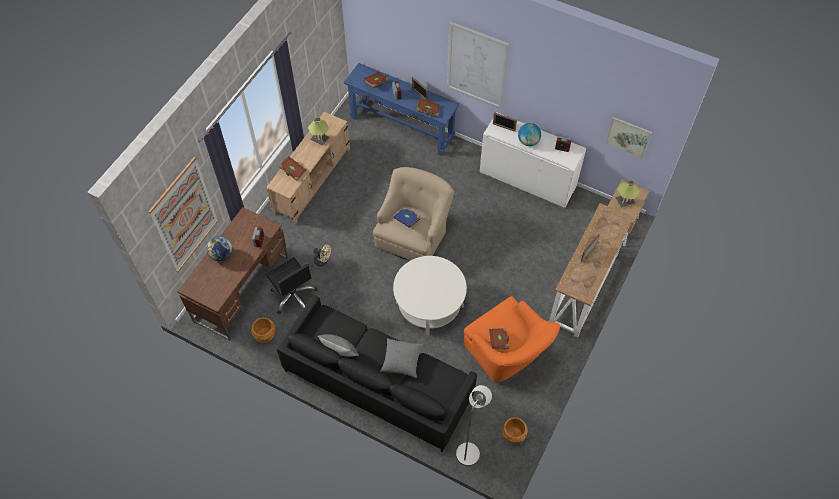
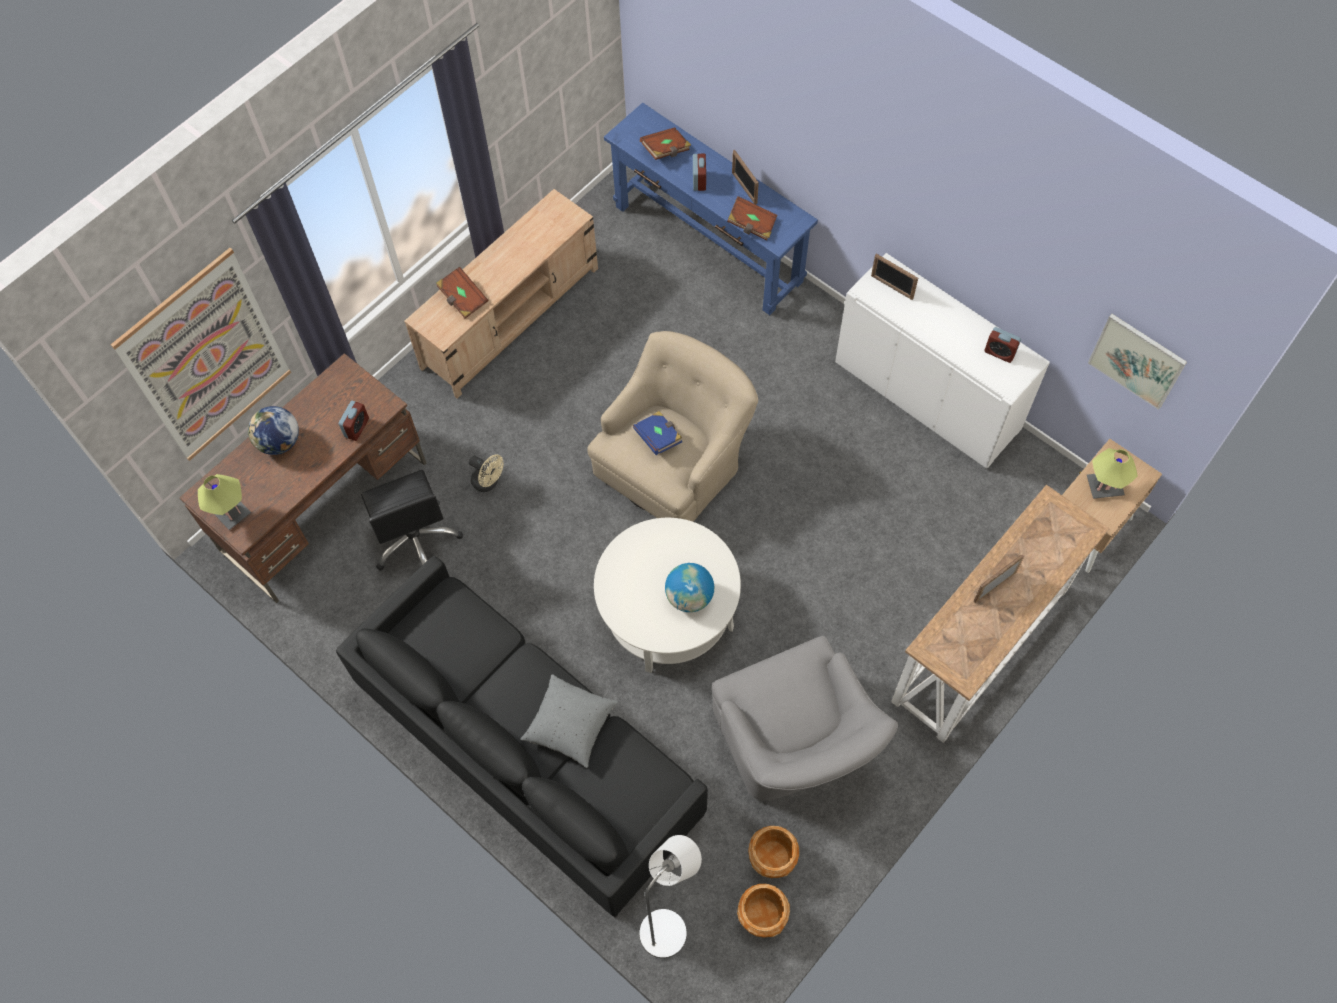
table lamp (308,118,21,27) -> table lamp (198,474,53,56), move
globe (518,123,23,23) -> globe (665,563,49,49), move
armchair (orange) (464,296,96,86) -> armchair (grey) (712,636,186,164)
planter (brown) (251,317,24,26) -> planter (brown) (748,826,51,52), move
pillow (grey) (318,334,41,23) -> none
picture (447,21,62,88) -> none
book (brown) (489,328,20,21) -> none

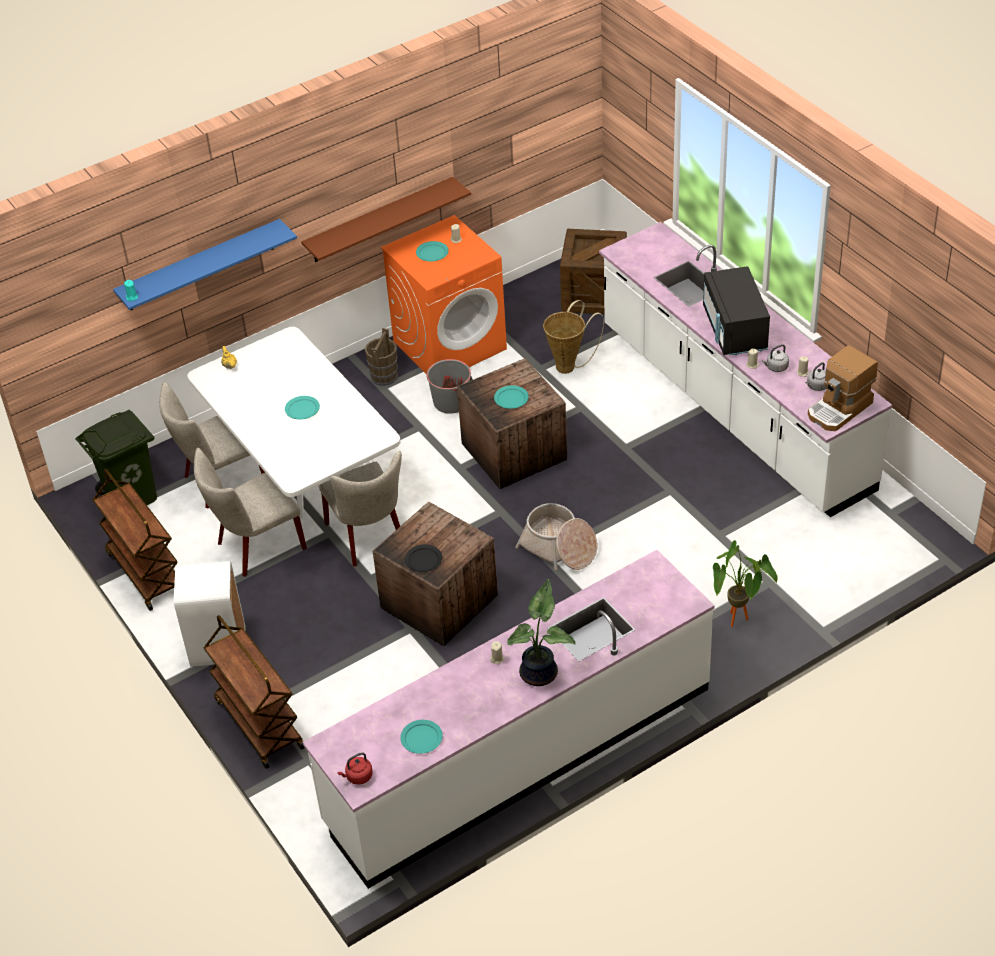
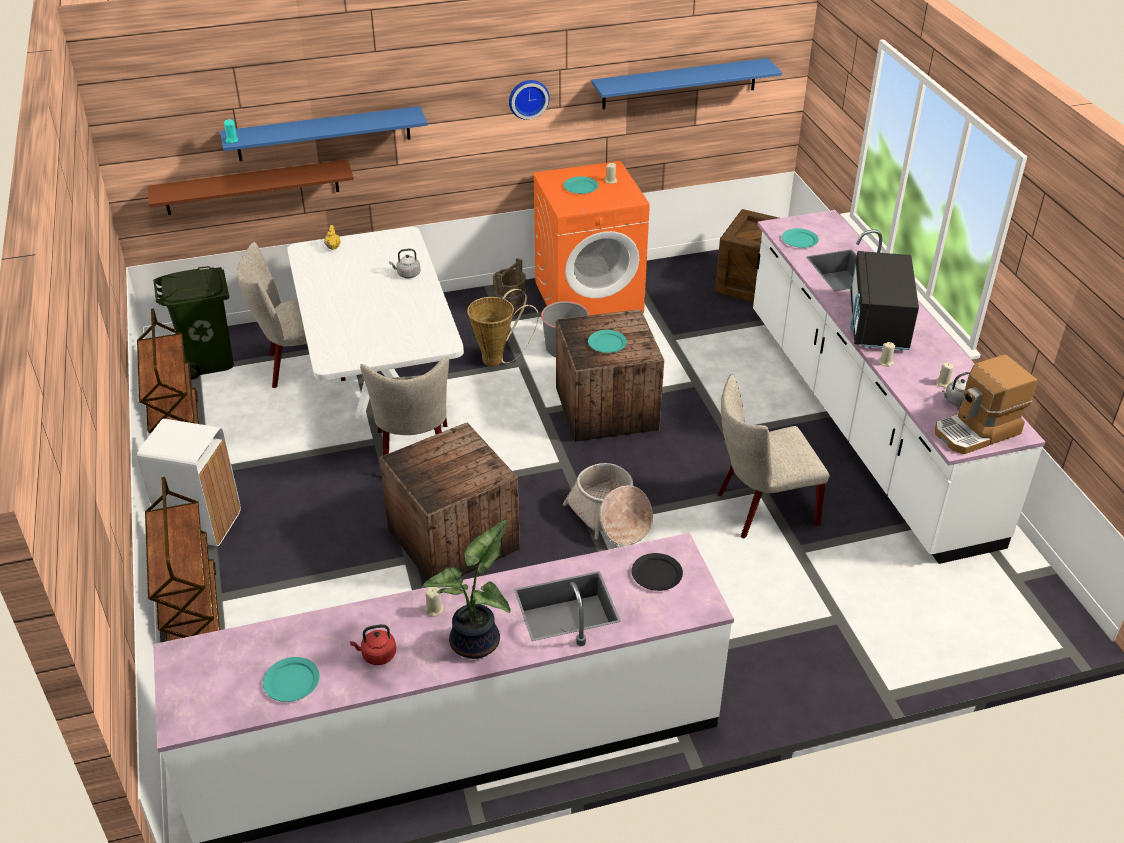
shelf (brown) (301,177,170,85) -> shelf (brown) (148,160,206,55), move
kettle (red) (337,752,36,33) -> kettle (red) (350,624,46,41), move
kettle (grey) (762,344,27,28) -> kettle (grey) (389,249,31,29), move
basket (543,300,61,74) -> basket (467,289,72,77), move
none -> wall clock (509,80,41,40)
none -> shelf (blue) (591,58,191,51)
plate (black) (405,544,37,28) -> plate (black) (632,553,51,38), move
chair (beige) (194,448,113,129) -> chair (beige) (718,374,111,164), move
plate (turquoise) (285,396,35,24) -> plate (turquoise) (782,228,37,20), move
potted plant (713,540,65,87) -> none

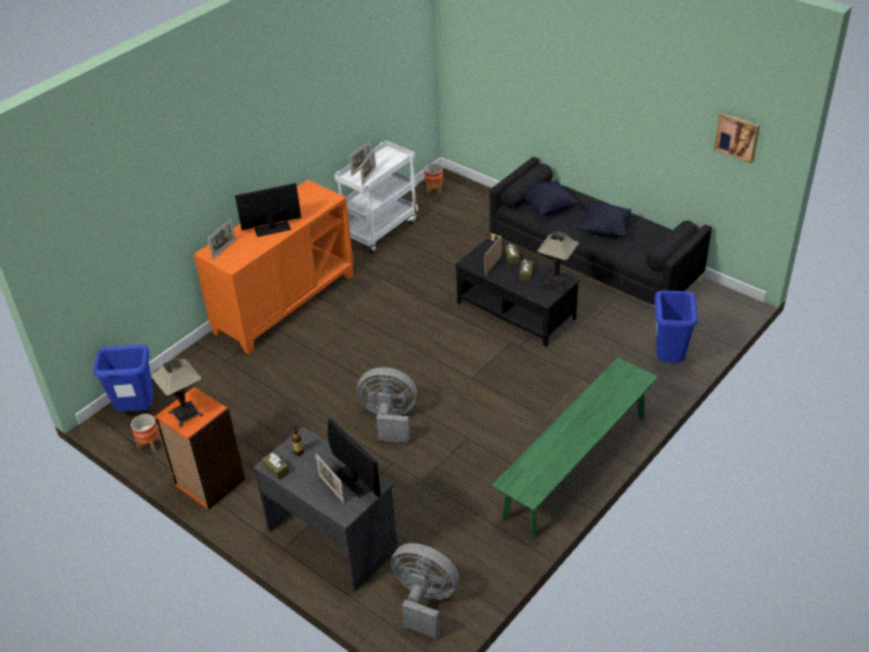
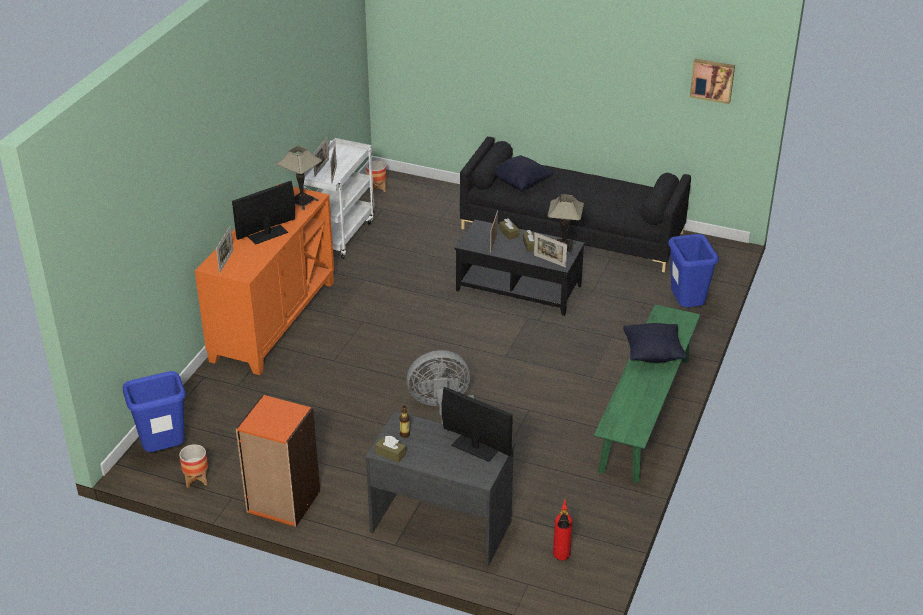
table lamp (151,358,53,69) -> table lamp (276,146,46,64), move
picture frame (315,453,29,50) -> picture frame (534,233,33,35), move
fan (grey) (391,543,68,95) -> fire extinguisher (553,499,19,61)
pillow (black) (578,204,53,33) -> pillow (black) (623,323,64,39), move

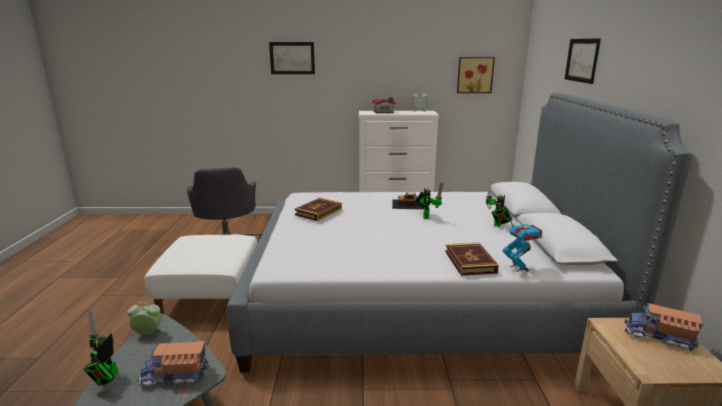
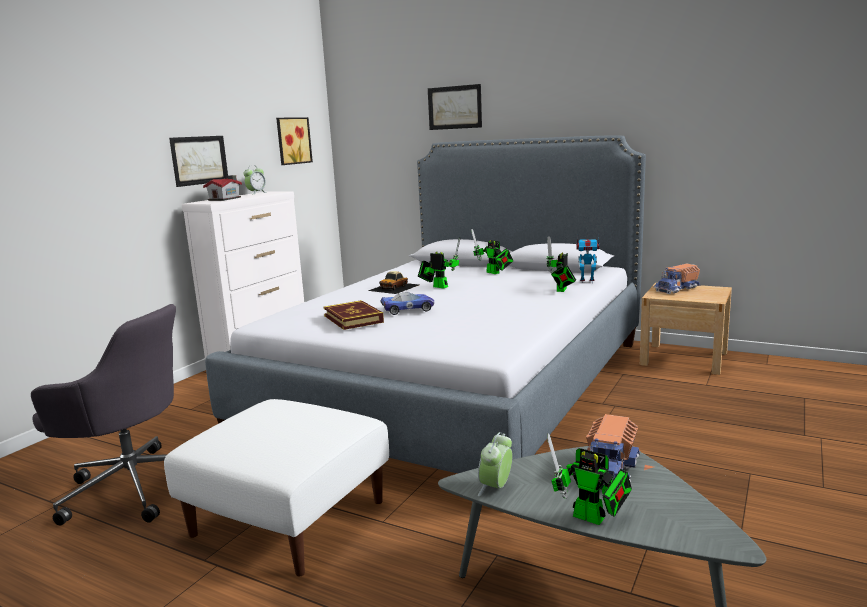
picture (269,42,46,32) -> picture (169,136,59,51), move
none -> toy car (380,292,54,23)
book (445,243,54,33) -> toy robot (546,236,30,56)

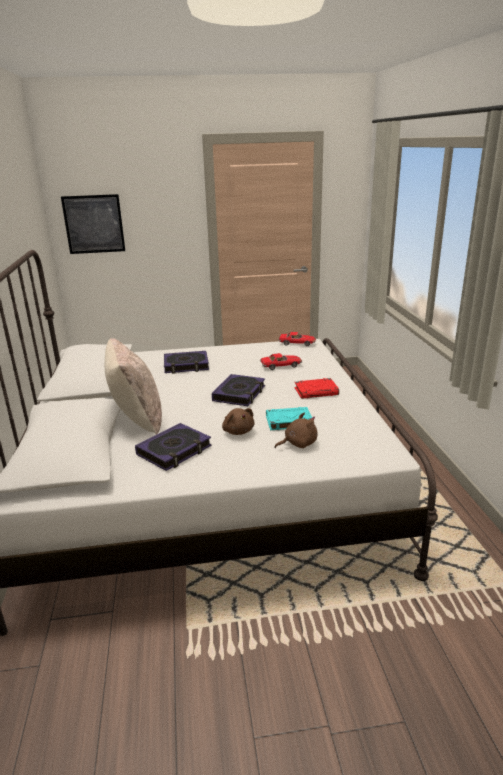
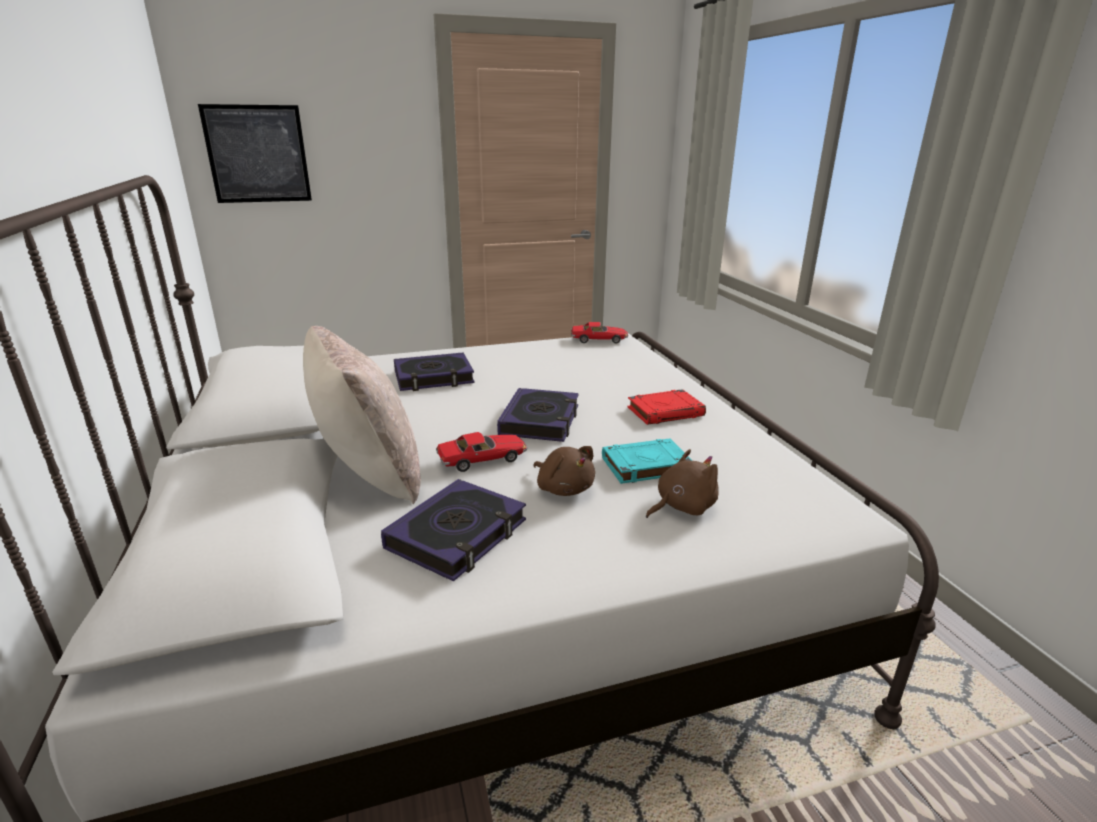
toy car (260,353,42,17) -> toy car (436,432,91,40), move

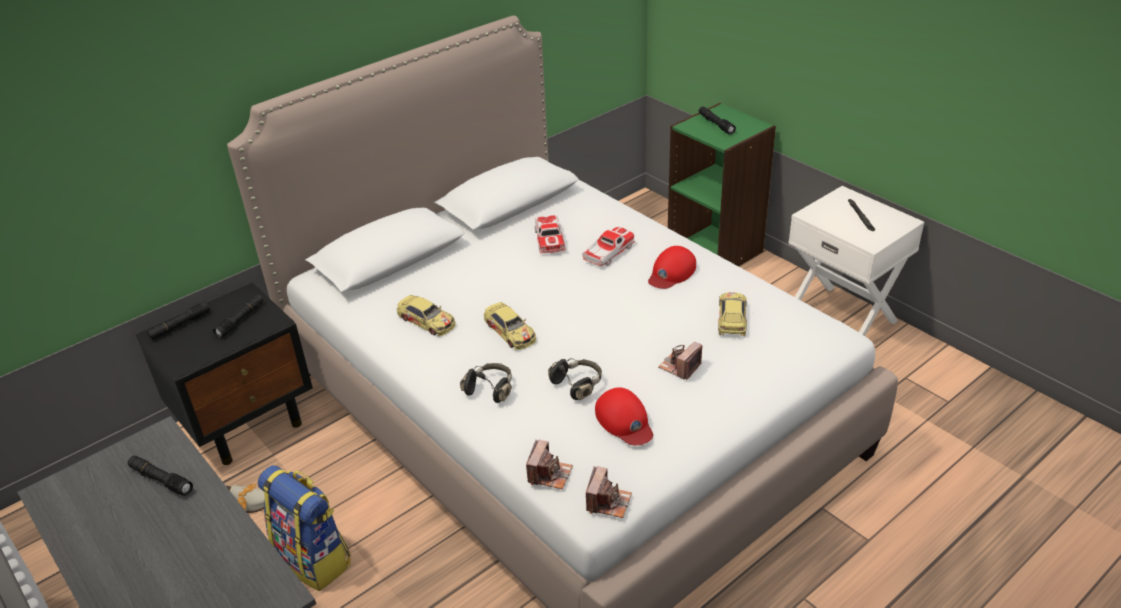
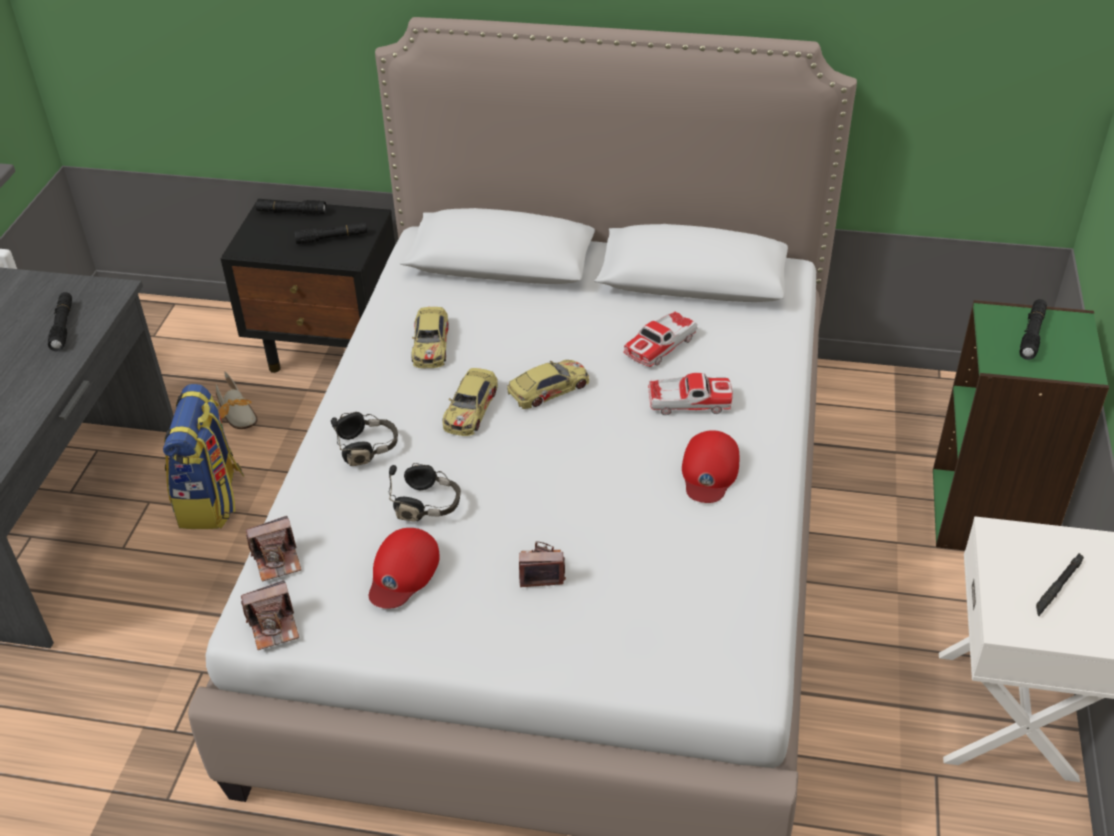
toy car (718,292,29,44) -> toy car (507,360,82,49), move
cap (red) (648,246,48,43) -> cap (red) (682,430,57,73), 75 degrees counterclockwise

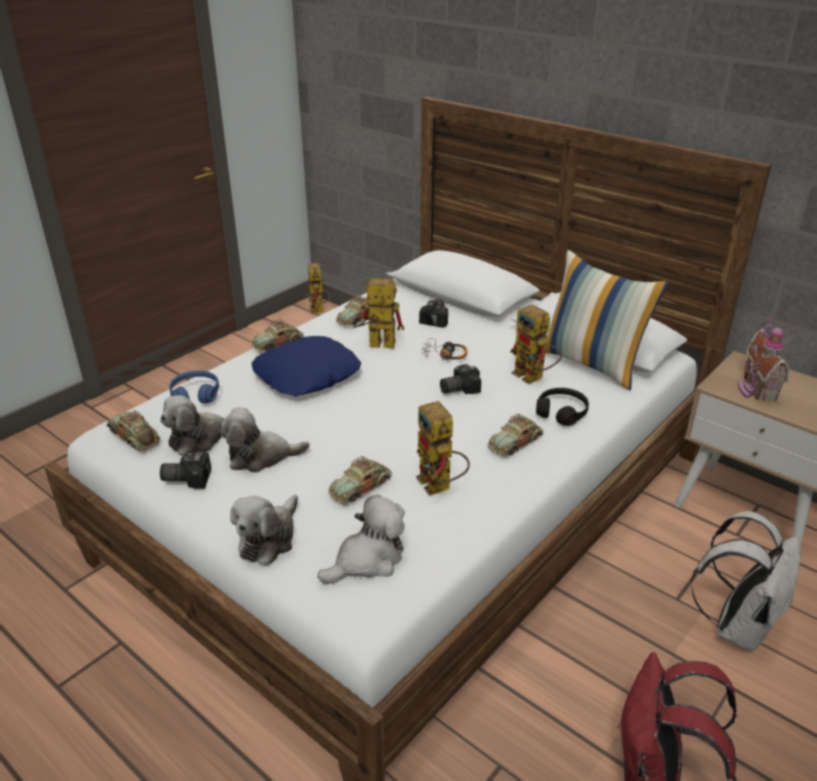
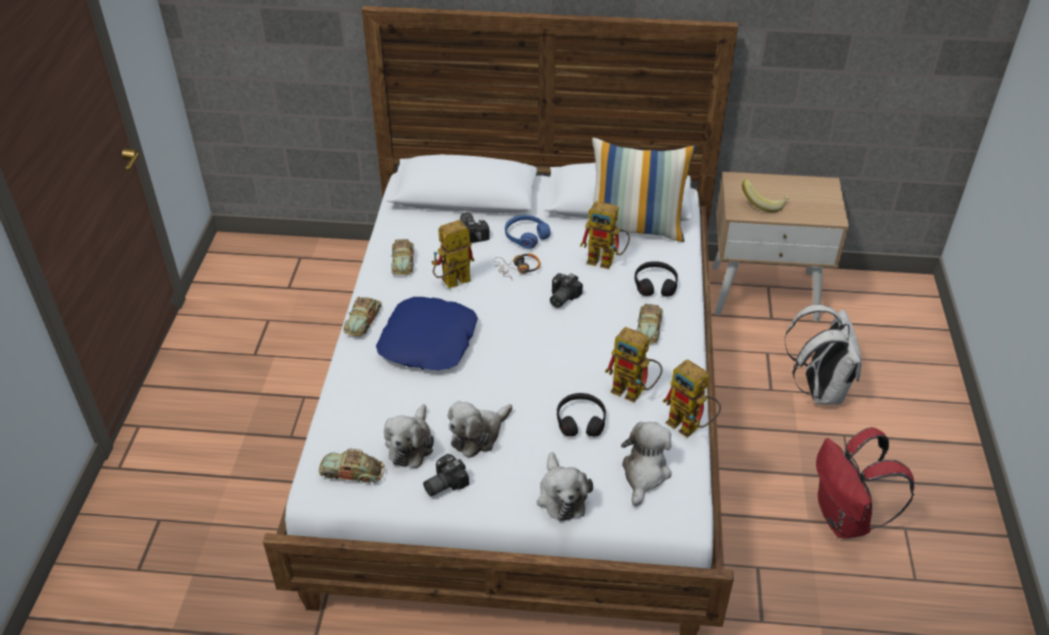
headphones (blue) (169,370,50,33) -> headphones (blue) (505,215,46,34), move
toy car (328,456,64,47) -> headphones (black) (557,393,49,44)
toy robot (307,263,23,51) -> toy robot (662,359,59,79), move
toy house (738,317,51,85) -> banana (742,179,48,34)

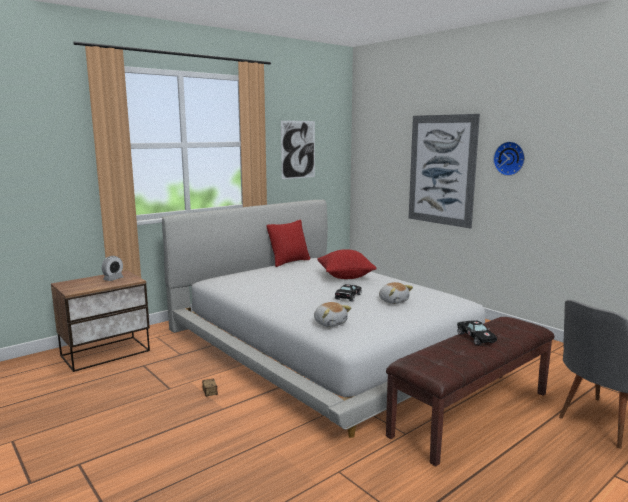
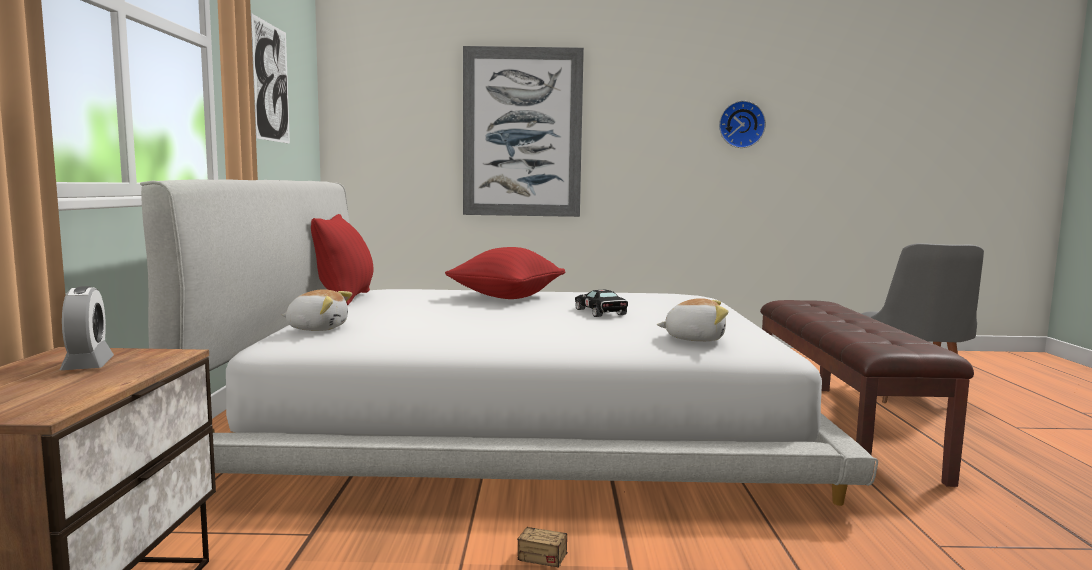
plush toy (379,282,34,22) -> plush toy (282,289,70,42), move
wall clock (493,141,32,35) -> wall clock (719,101,47,47), move
toy car (black) (457,320,40,25) -> none

